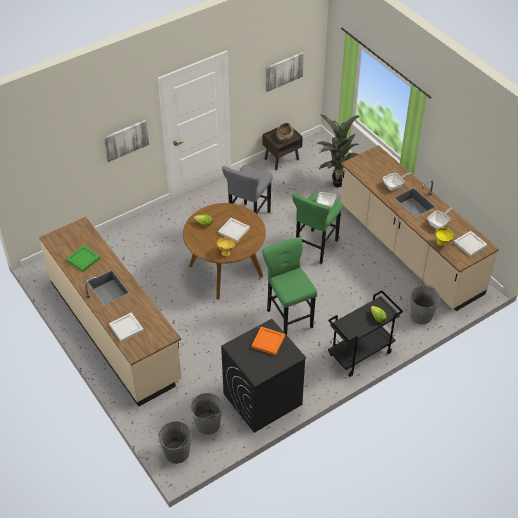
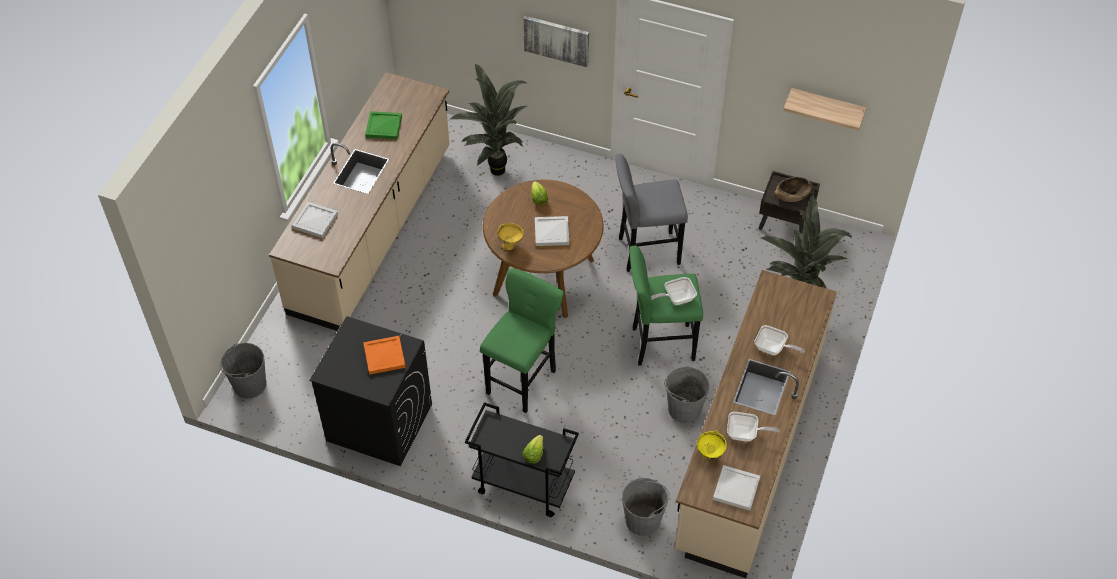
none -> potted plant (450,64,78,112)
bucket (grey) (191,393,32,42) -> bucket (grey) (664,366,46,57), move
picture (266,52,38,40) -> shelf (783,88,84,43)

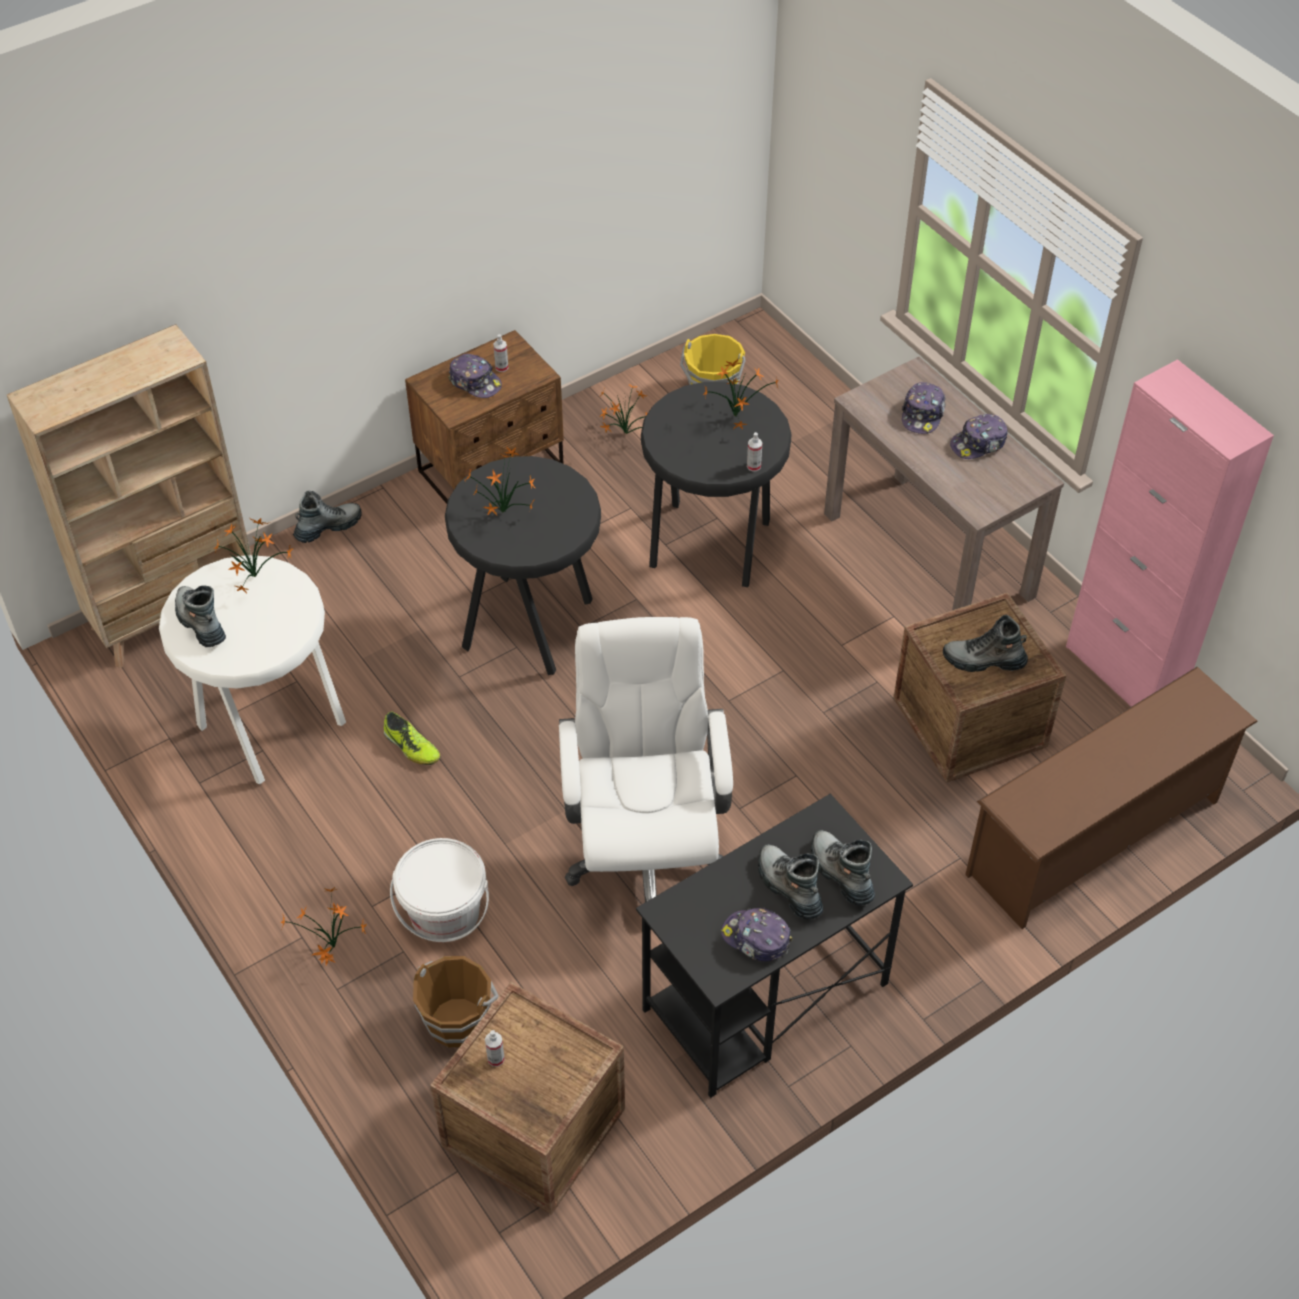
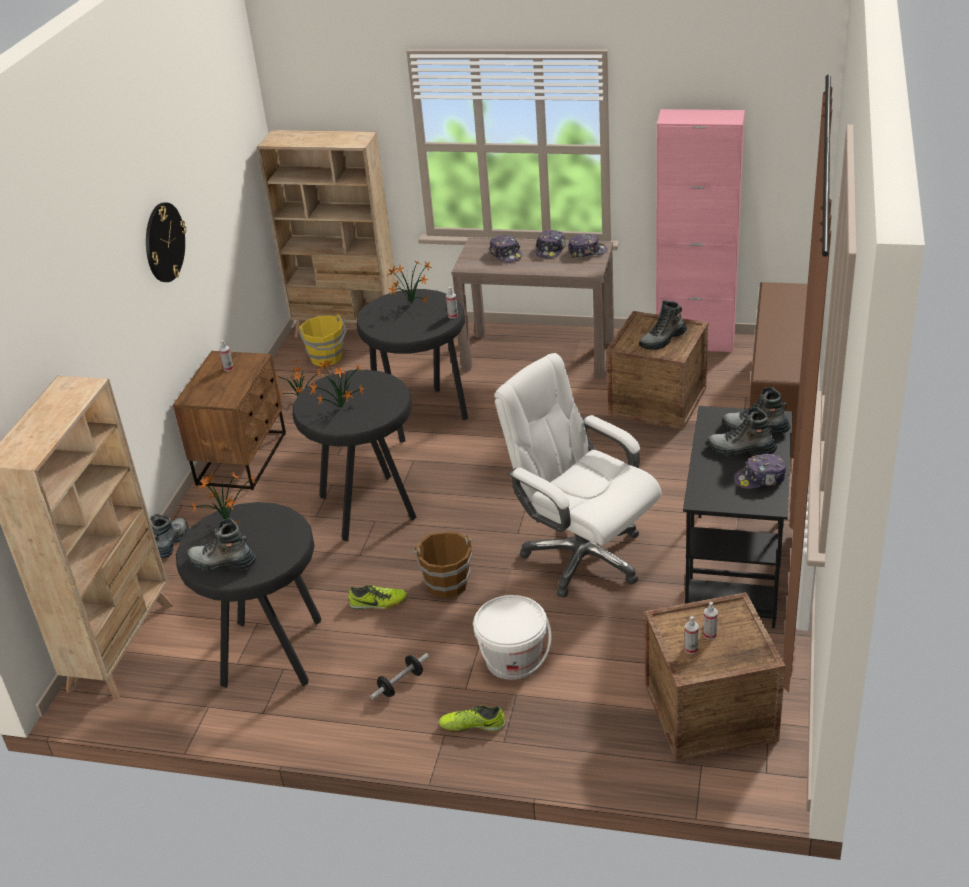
none -> wall clock (146,203,40,79)
stool (white) (159,555,187,229) -> stool (black) (176,502,145,186)
none -> bookcase (beige) (257,130,140,208)
none -> dumbbell (370,653,59,47)
bucket (brown) (413,956,86,92) -> bucket (brown) (413,532,59,66), move
potted plant (281,887,86,79) -> shoe (438,705,67,27)
cap (448,354,54,44) -> cap (568,234,40,24), move
none -> spray bottle (703,602,15,38)

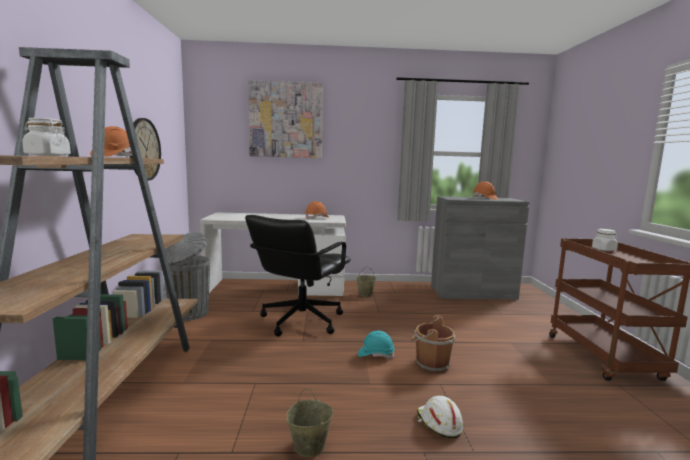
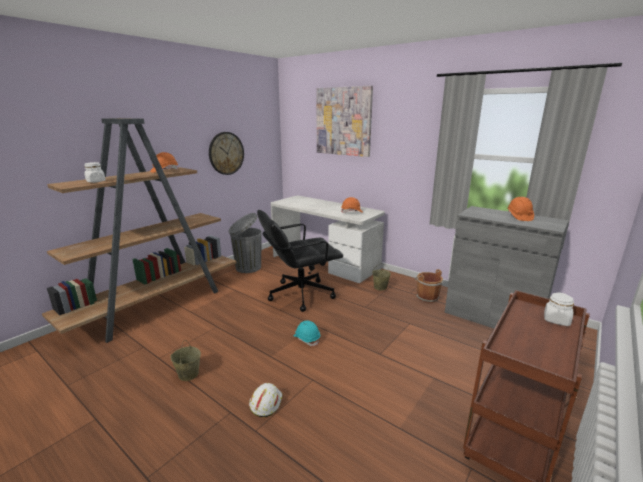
bucket (brown) (410,315,45,58) -> bucket (brown) (415,269,28,34), move

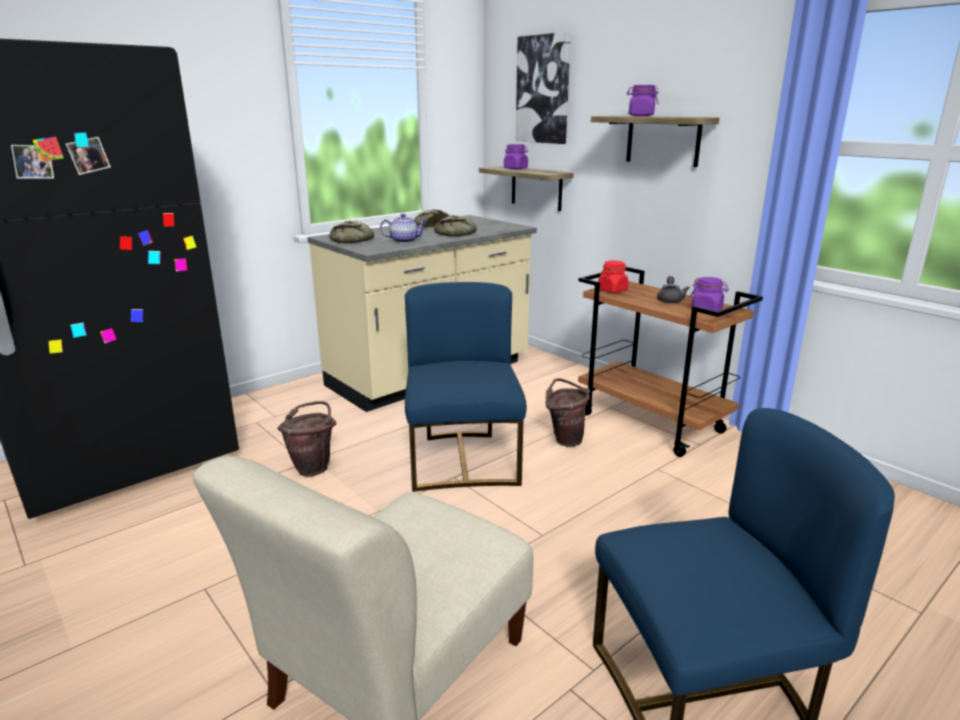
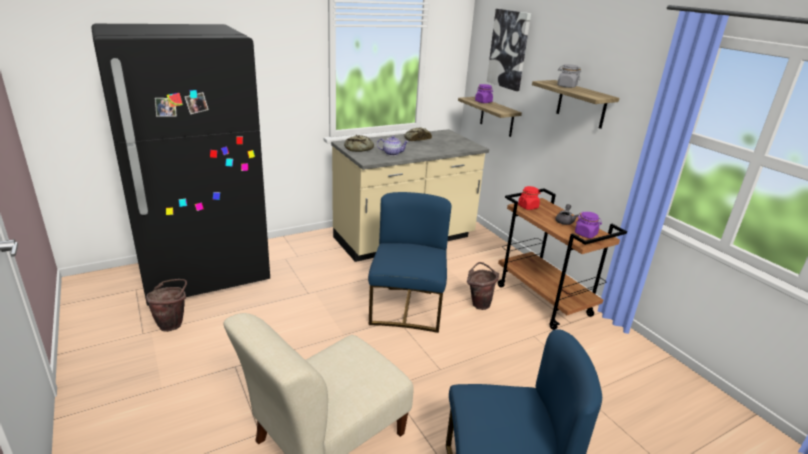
bucket (brown) (277,401,60,76) -> bucket (brown) (146,279,41,53), move
jar (purple) (626,85,33,31) -> jar (grey) (557,64,24,24)
bread (434,215,43,21) -> none

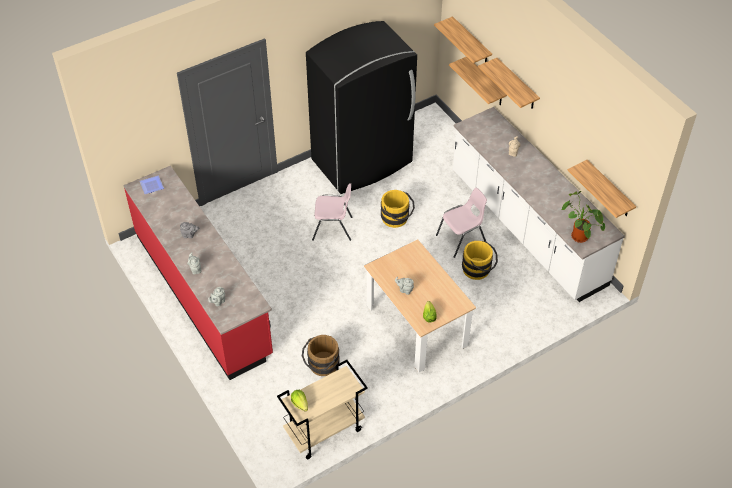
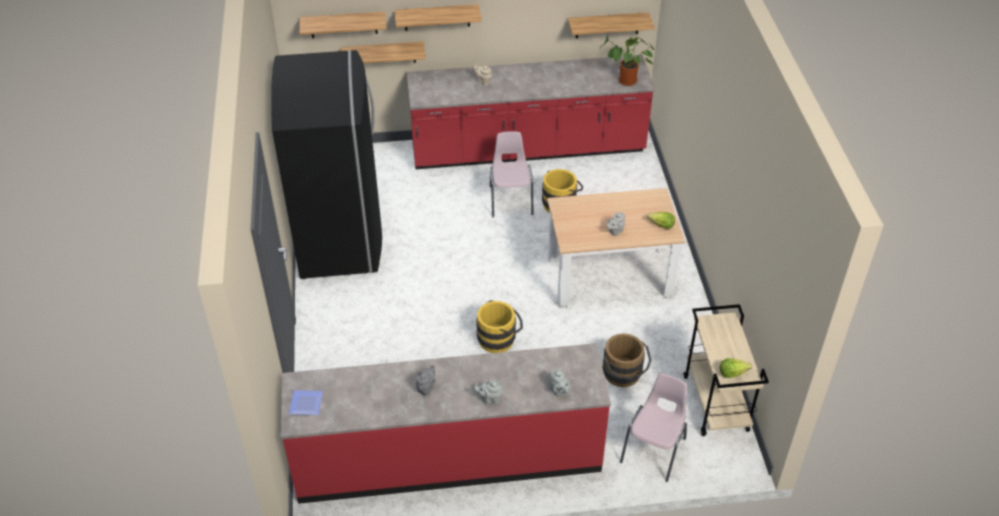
counter (white) (453,107,172,195) -> counter (red) (407,55,248,114)
bucket (yellow) (381,190,34,38) -> bucket (yellow) (476,300,47,53), move
chair (pink) (312,183,41,58) -> chair (pink) (620,373,67,109), move

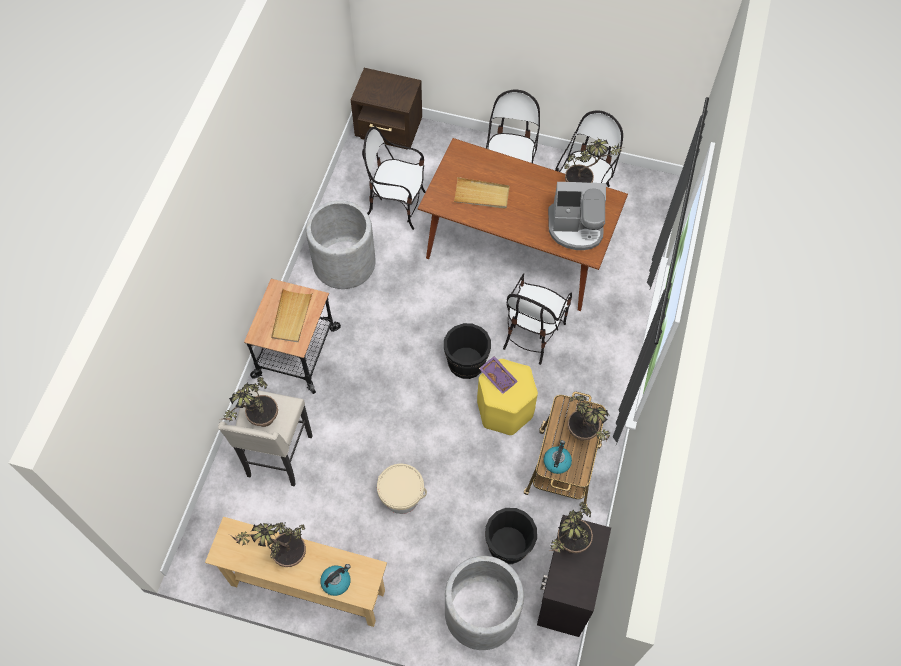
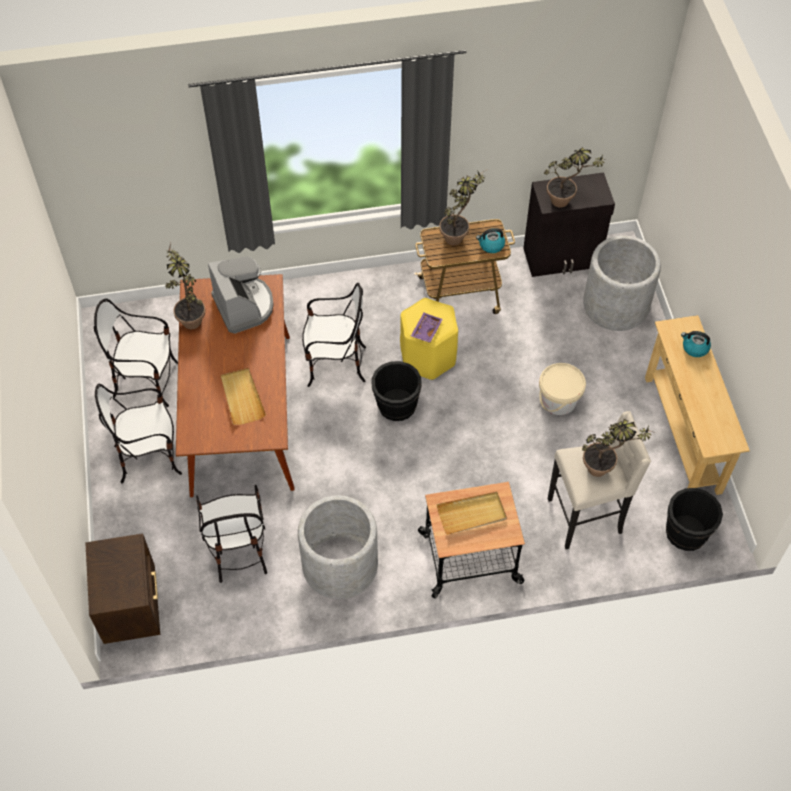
bucket (black) (485,508,52,56) -> bucket (black) (666,488,57,63), move
potted plant (230,522,76,45) -> none

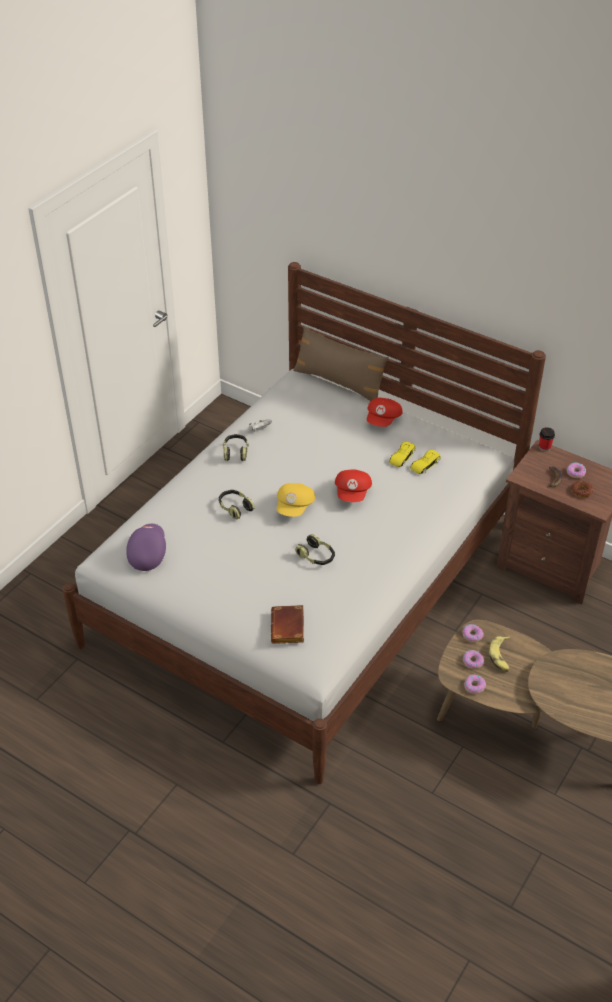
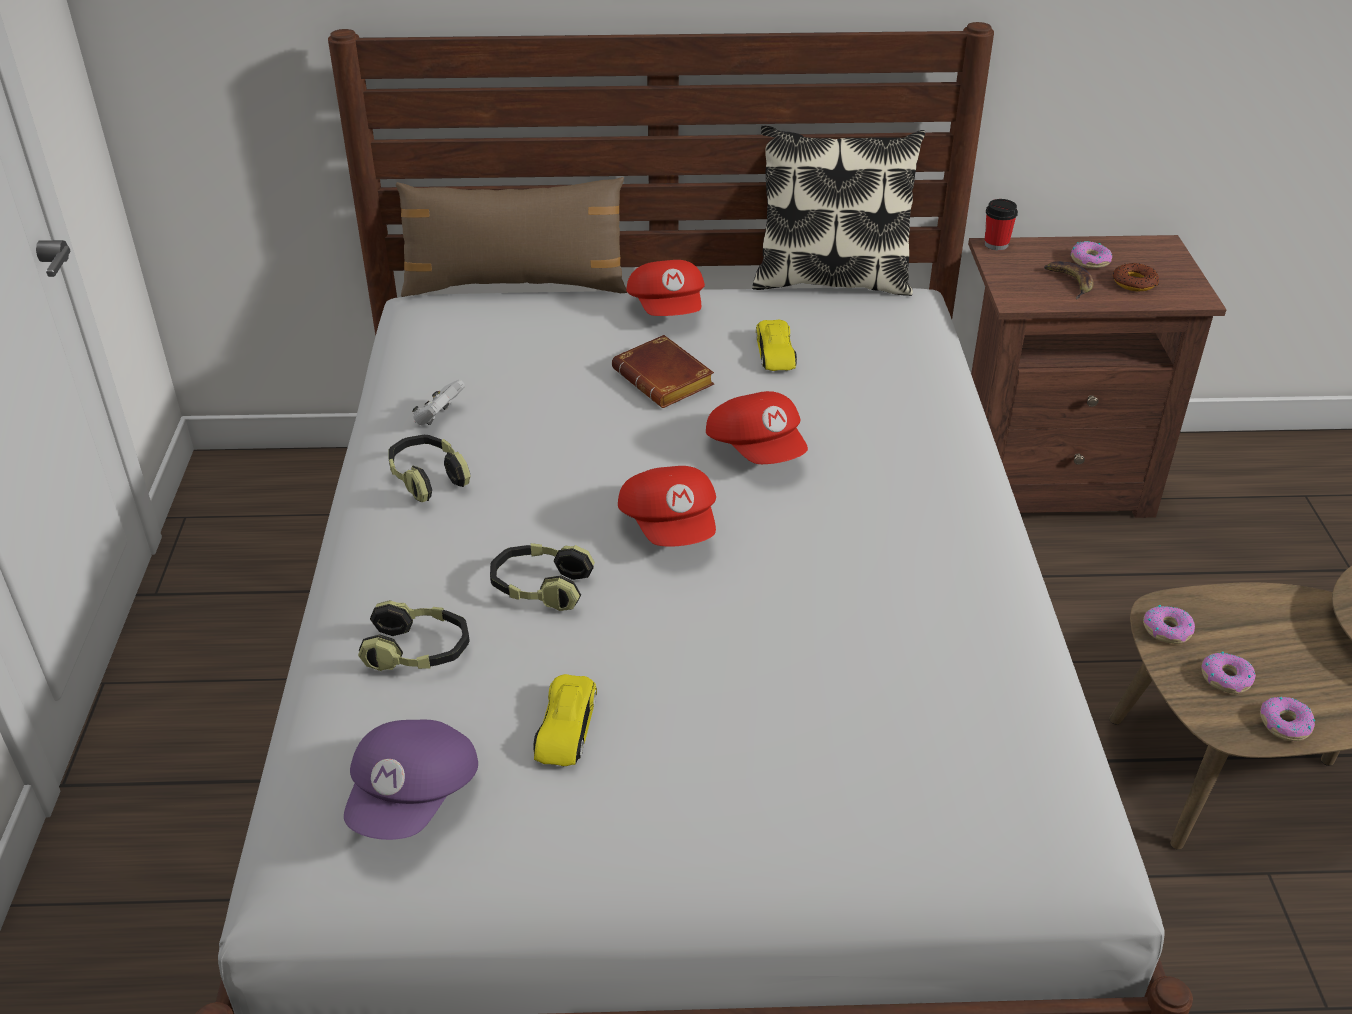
cap (purple) (126,524,40,47) -> cap (purple) (344,720,134,120), 135 degrees counterclockwise
headphones (295,534,40,31) -> headphones (358,600,112,71), move
toy car (yellow) (410,450,31,24) -> toy car (yellow) (533,674,64,92), move
book (brown) (271,605,33,39) -> book (brown) (612,335,102,73), move
cap (yellow) (277,483,38,34) -> cap (red) (618,466,98,81)
none -> pillow (752,125,173,171)
banana (489,636,21,36) -> none

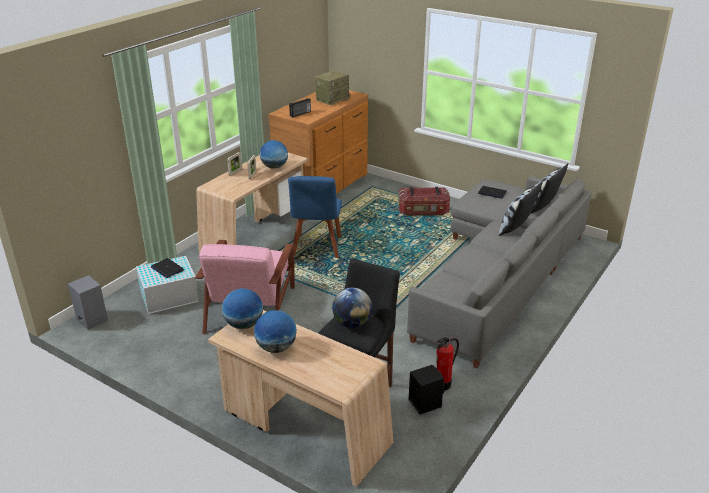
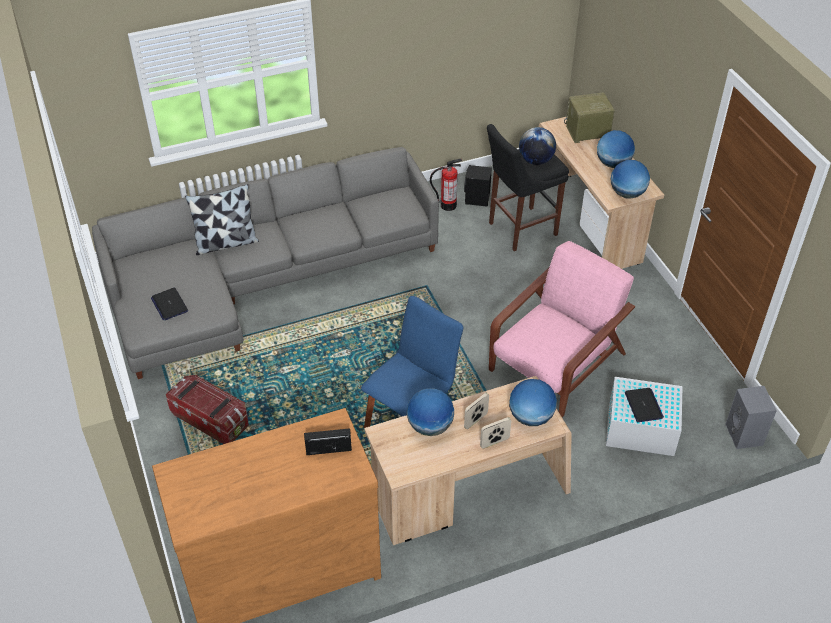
none -> globe (509,379,48,47)
radio (315,70,35,35) -> radio (564,92,51,51), move
pillow (530,163,38,51) -> none

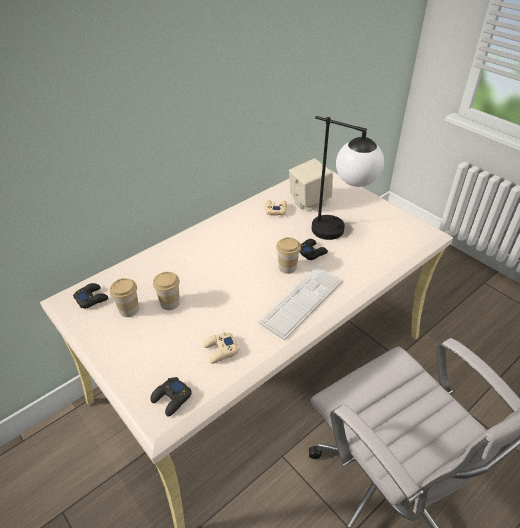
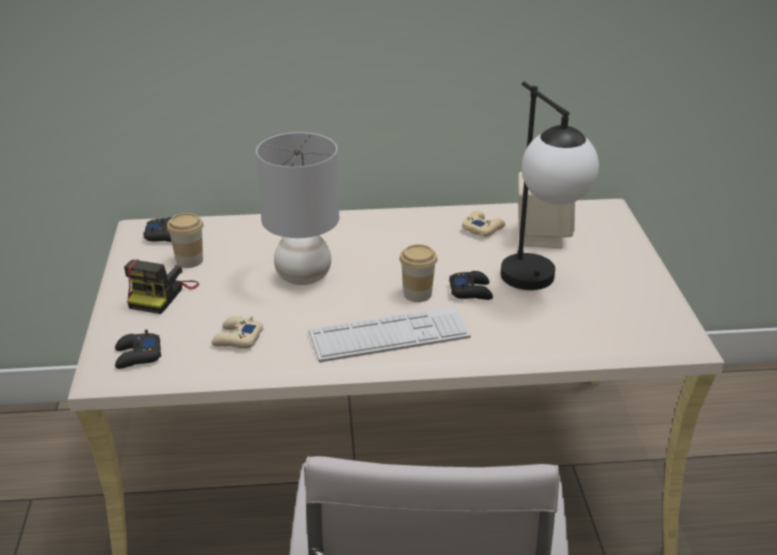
none -> photo camera (124,260,75,54)
none -> table lamp (grey) (256,132,83,153)
cup (153,272,27,38) -> none

